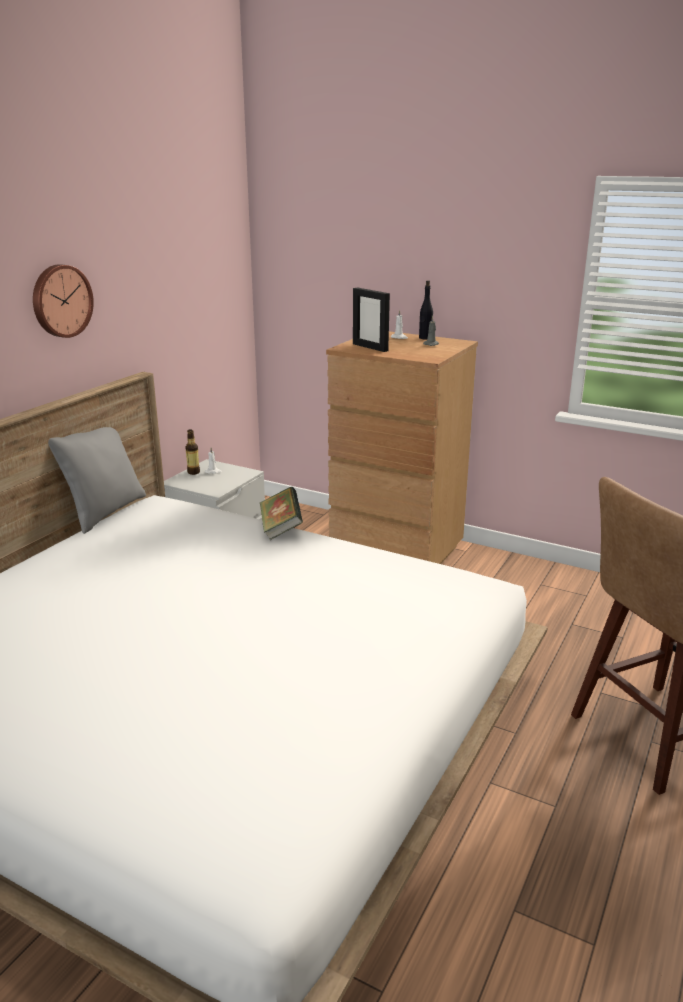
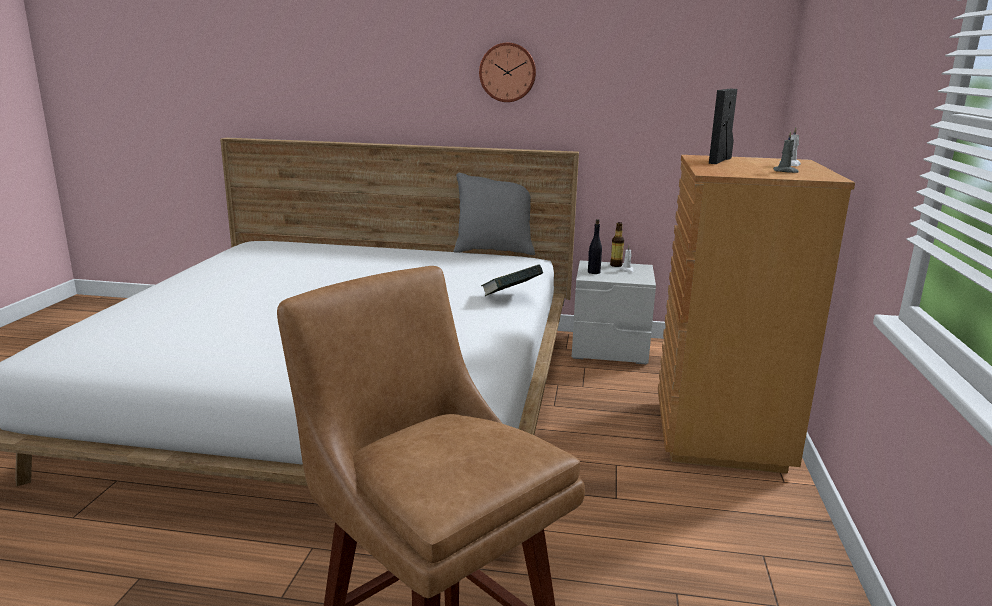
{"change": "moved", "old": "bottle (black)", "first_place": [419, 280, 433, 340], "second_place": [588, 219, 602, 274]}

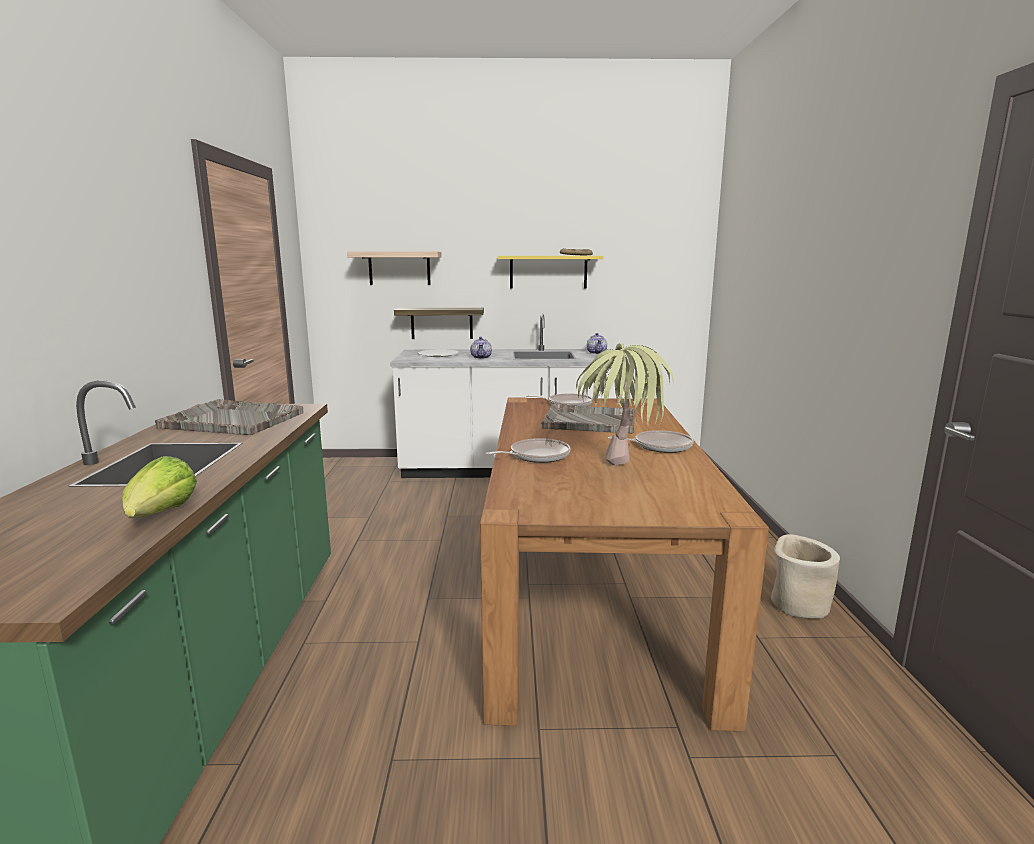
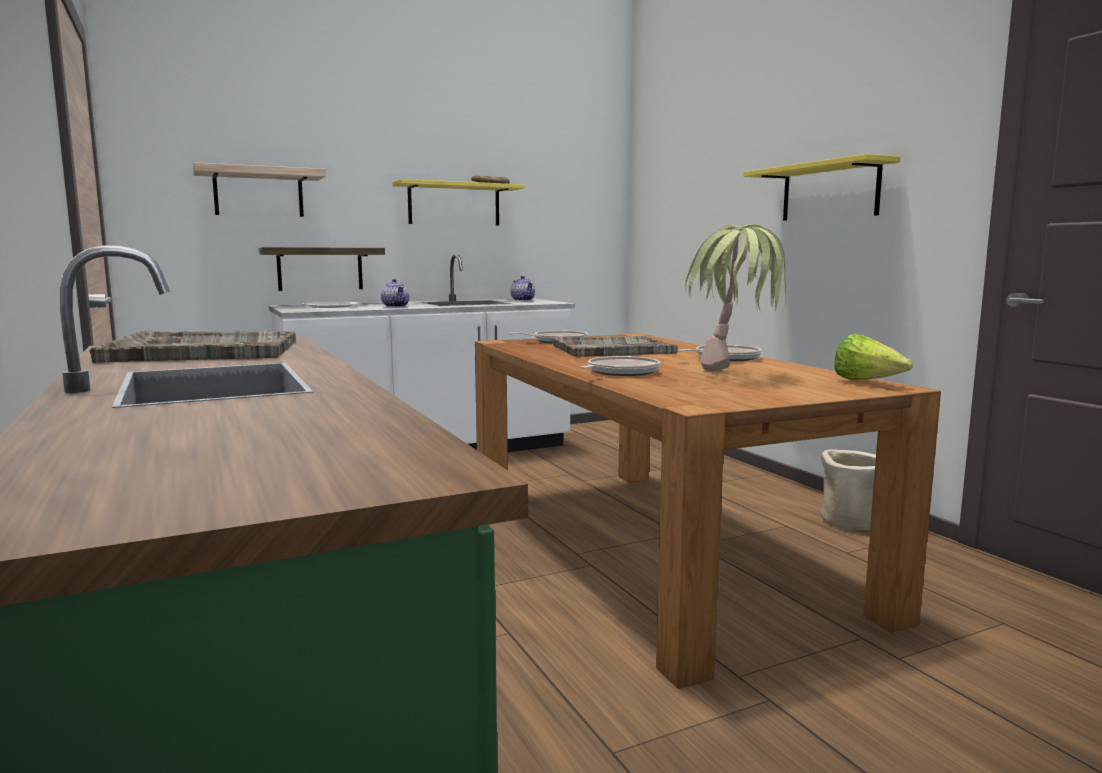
{"change": "added", "new": "shelf (yellow)", "second_place": [743, 154, 900, 221]}
{"change": "moved", "old": "lettuce", "first_place": [122, 456, 197, 518], "second_place": [834, 334, 913, 380]}

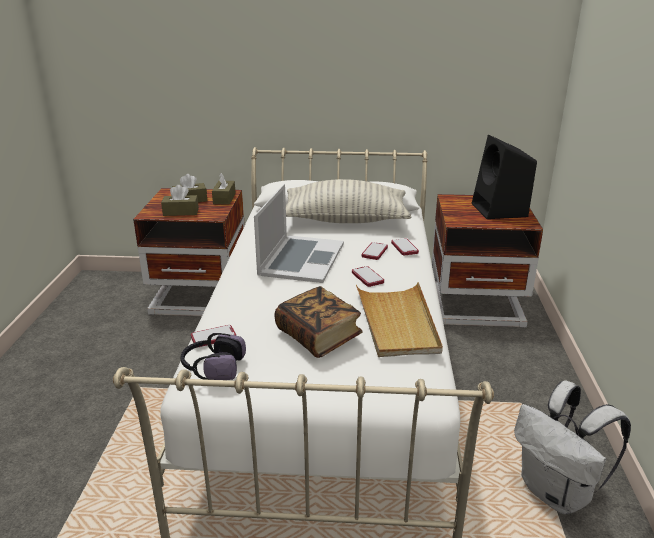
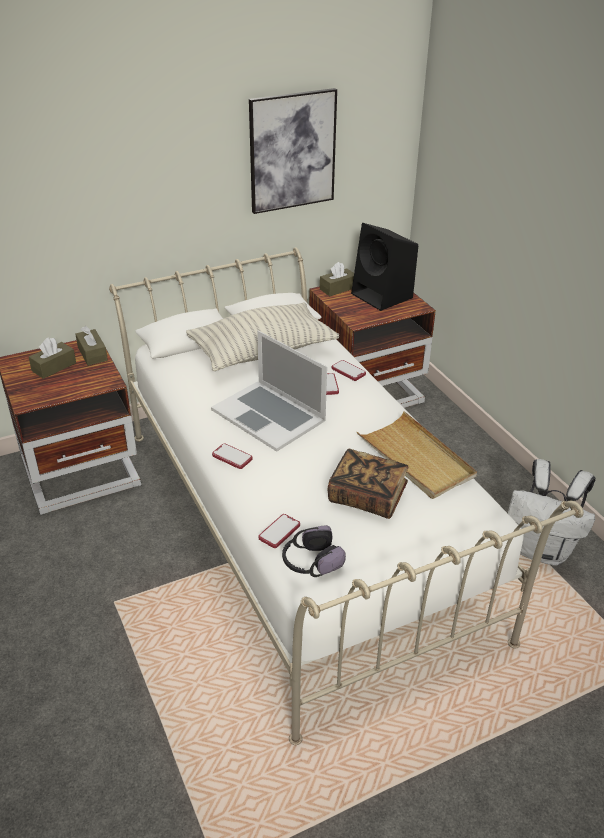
{"change": "turned", "old": "laptop", "first_place": [254, 184, 344, 283], "second_place": [211, 331, 327, 452], "degrees": 150}
{"change": "moved", "old": "phone", "first_place": [352, 266, 384, 287], "second_place": [212, 443, 252, 469]}
{"change": "added", "new": "picture", "second_place": [249, 88, 337, 214]}
{"change": "moved", "old": "tissue box (brown)", "first_place": [161, 185, 199, 216], "second_place": [320, 262, 354, 296]}

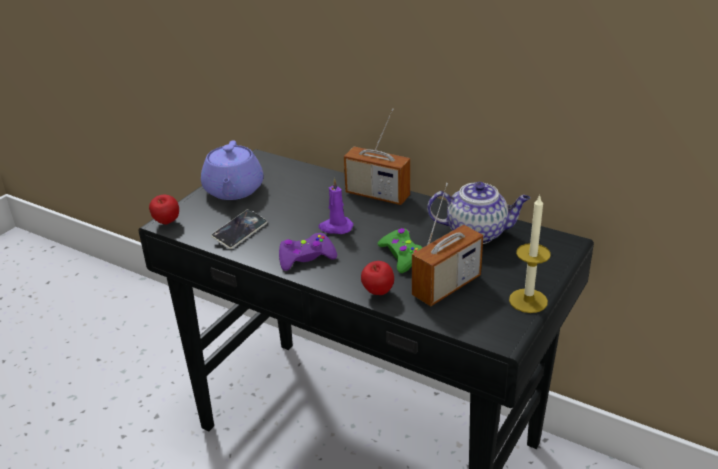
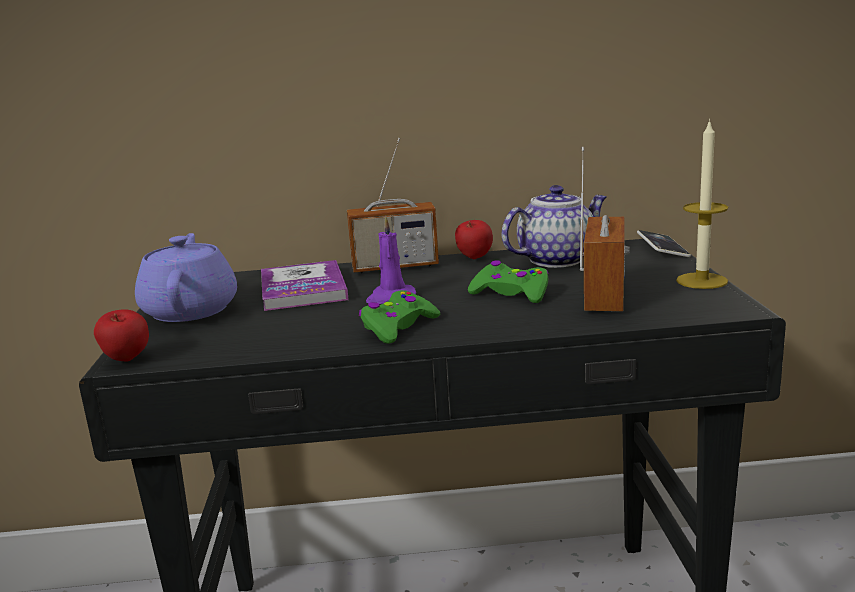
{"change": "turned", "old": "teapot (purple)", "first_place": [201, 141, 264, 200], "second_place": [135, 233, 237, 322], "degrees": -150}
{"change": "added", "new": "book", "second_place": [261, 260, 349, 311]}
{"change": "recoloured", "old": "game controller (purple)", "new": "game controller (green)", "first_place": [279, 233, 337, 271], "second_place": [359, 290, 440, 344]}
{"change": "moved", "old": "apple", "first_place": [361, 261, 394, 295], "second_place": [455, 220, 493, 259]}
{"change": "moved", "old": "phone", "first_place": [211, 209, 267, 249], "second_place": [637, 230, 691, 257]}

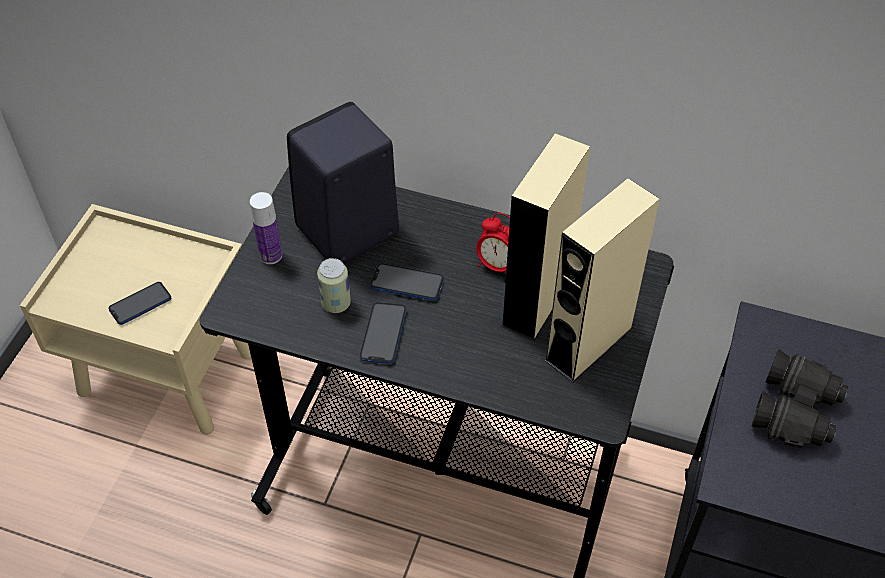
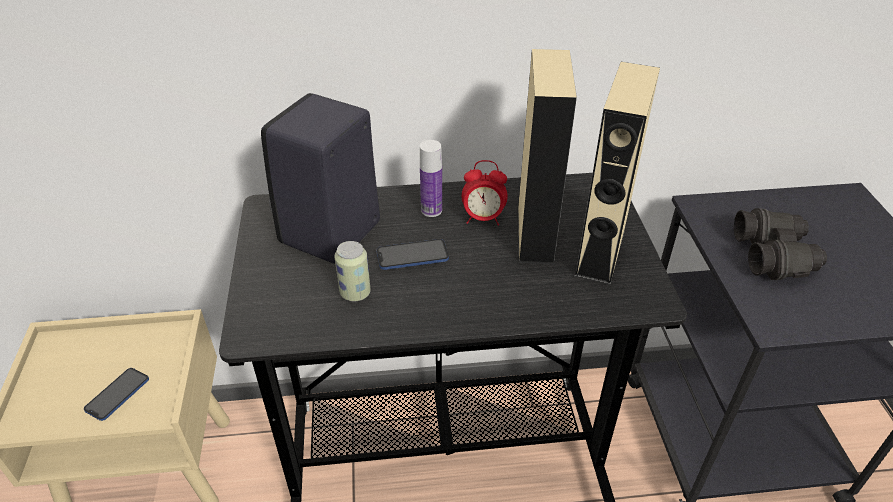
{"change": "moved", "old": "bottle", "first_place": [250, 192, 283, 264], "second_place": [420, 140, 442, 217]}
{"change": "removed", "old": "phone", "first_place": [359, 302, 407, 364]}

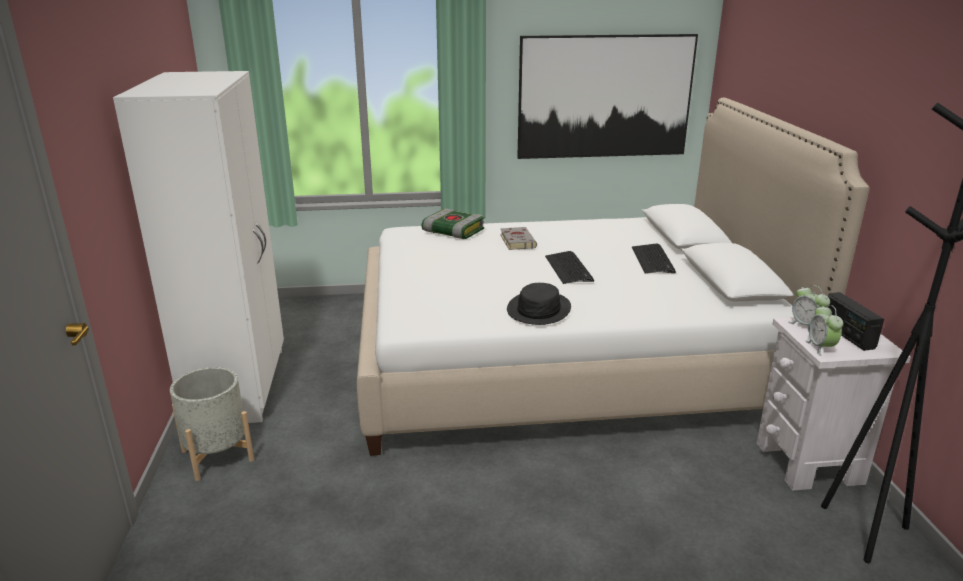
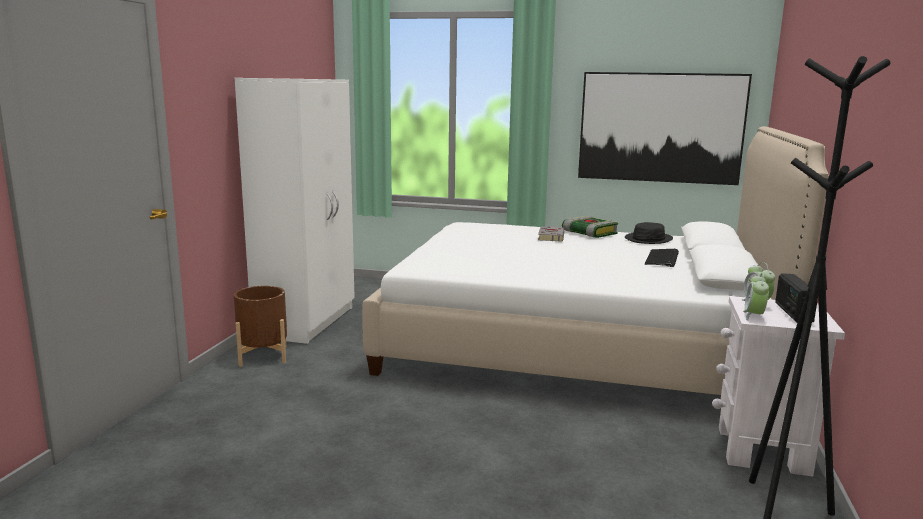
{"change": "recoloured", "old": "planter (grey)", "new": "planter (brown)", "first_place": [170, 367, 254, 481], "second_place": [234, 286, 287, 367]}
{"change": "moved", "old": "book", "first_place": [421, 208, 484, 239], "second_place": [562, 216, 618, 238]}
{"change": "moved", "old": "hat (black)", "first_place": [507, 283, 571, 325], "second_place": [625, 222, 673, 244]}
{"change": "removed", "old": "keyboard", "first_place": [545, 251, 594, 284]}

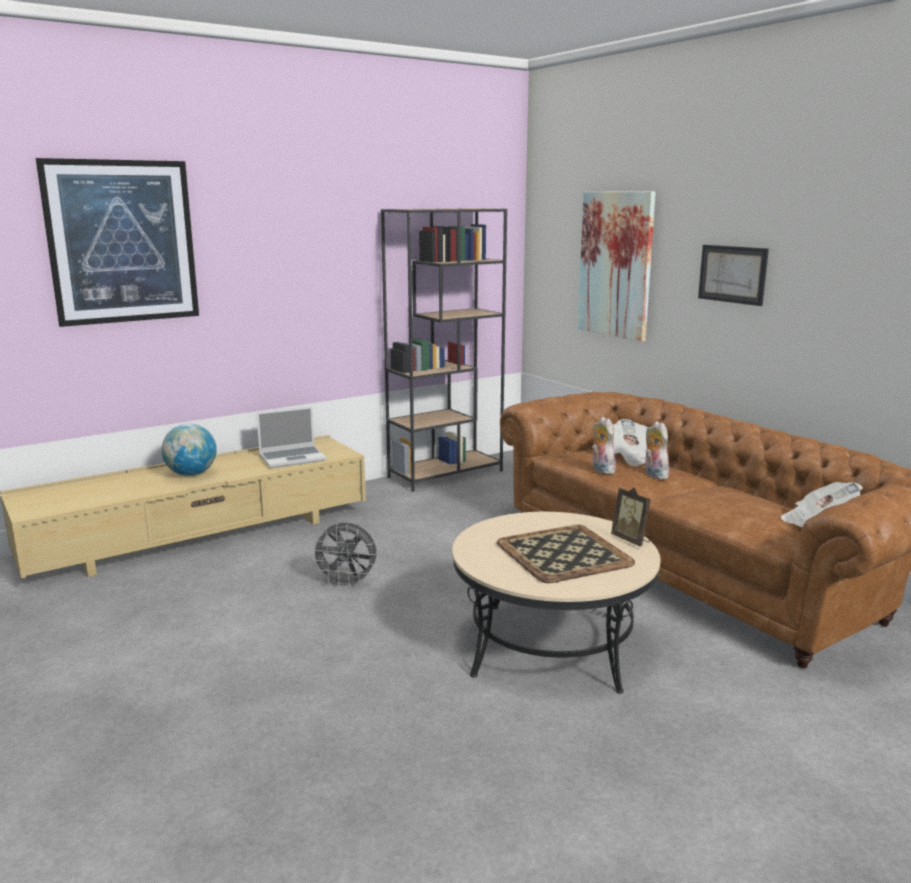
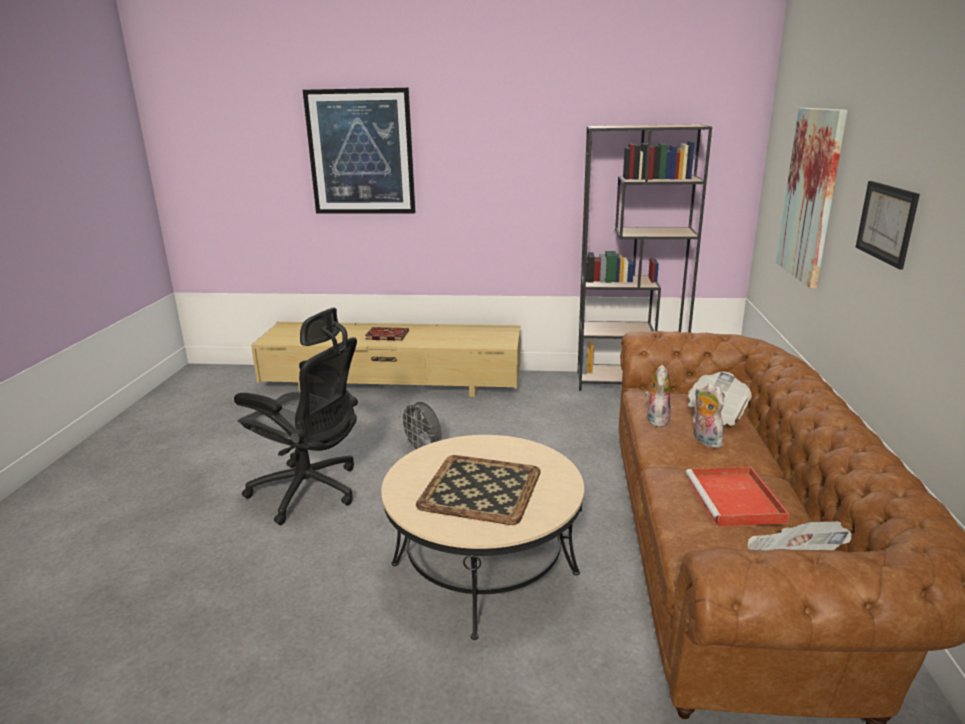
{"change": "added", "new": "office chair", "second_place": [234, 307, 358, 525]}
{"change": "replaced", "old": "globe", "new": "book", "first_place": [162, 424, 217, 476], "second_place": [365, 327, 409, 341]}
{"change": "added", "new": "tray (red)", "second_place": [686, 467, 789, 527]}
{"change": "turned", "old": "plush toy", "first_place": [645, 421, 669, 479], "second_place": [694, 383, 724, 448], "degrees": -45}
{"change": "removed", "old": "laptop", "first_place": [256, 406, 327, 468]}
{"change": "removed", "old": "picture frame", "first_place": [611, 487, 650, 546]}

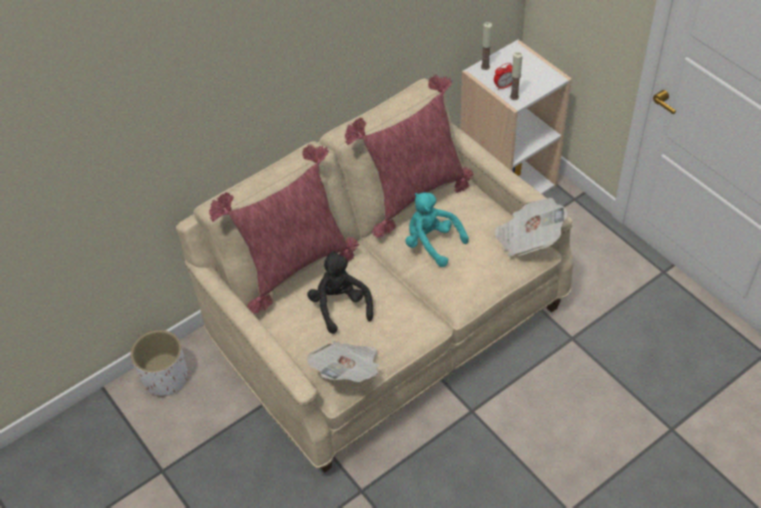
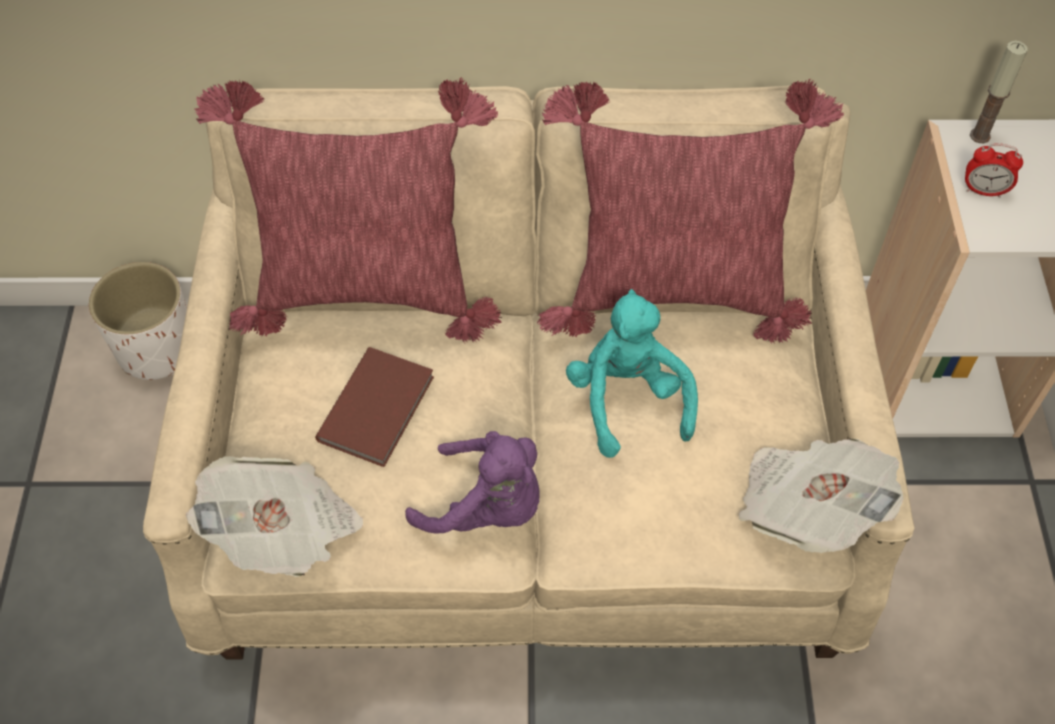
{"change": "replaced", "old": "plush toy (black)", "new": "book (brown)", "first_place": [307, 251, 373, 334], "second_place": [315, 347, 434, 467]}
{"change": "added", "new": "plush toy (purple)", "second_place": [405, 431, 540, 534]}
{"change": "removed", "old": "candle", "first_place": [510, 52, 523, 100]}

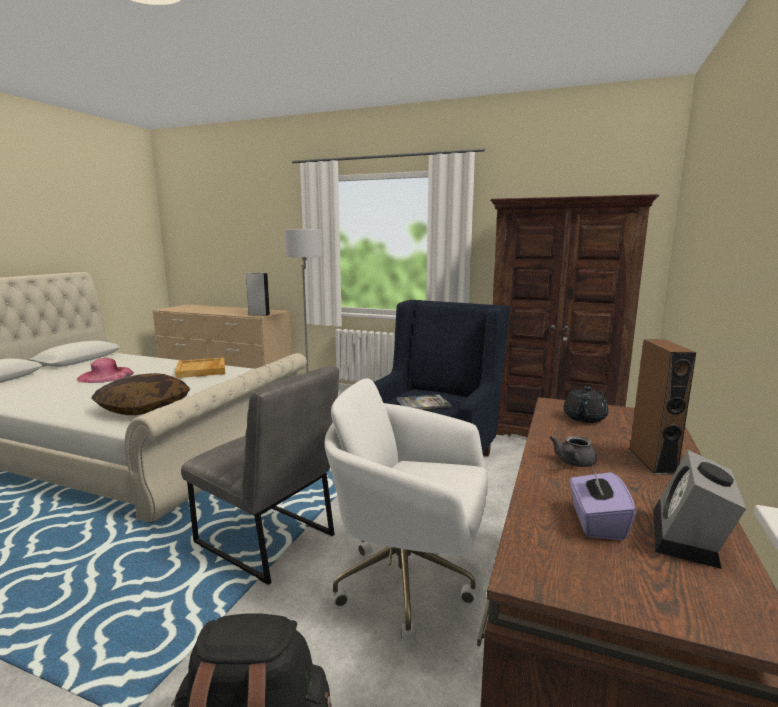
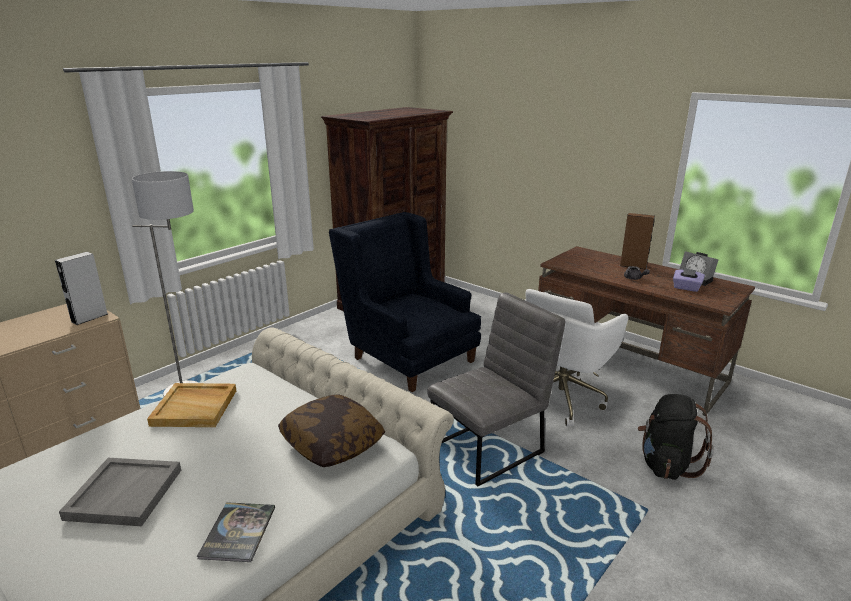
{"change": "replaced", "old": "hat (pink)", "new": "tray (grey)", "first_place": [77, 358, 134, 383], "second_place": [59, 458, 181, 526]}
{"change": "moved", "old": "book", "first_place": [397, 395, 452, 410], "second_place": [197, 502, 275, 562]}
{"change": "removed", "old": "teapot (black)", "first_place": [563, 386, 609, 423]}

